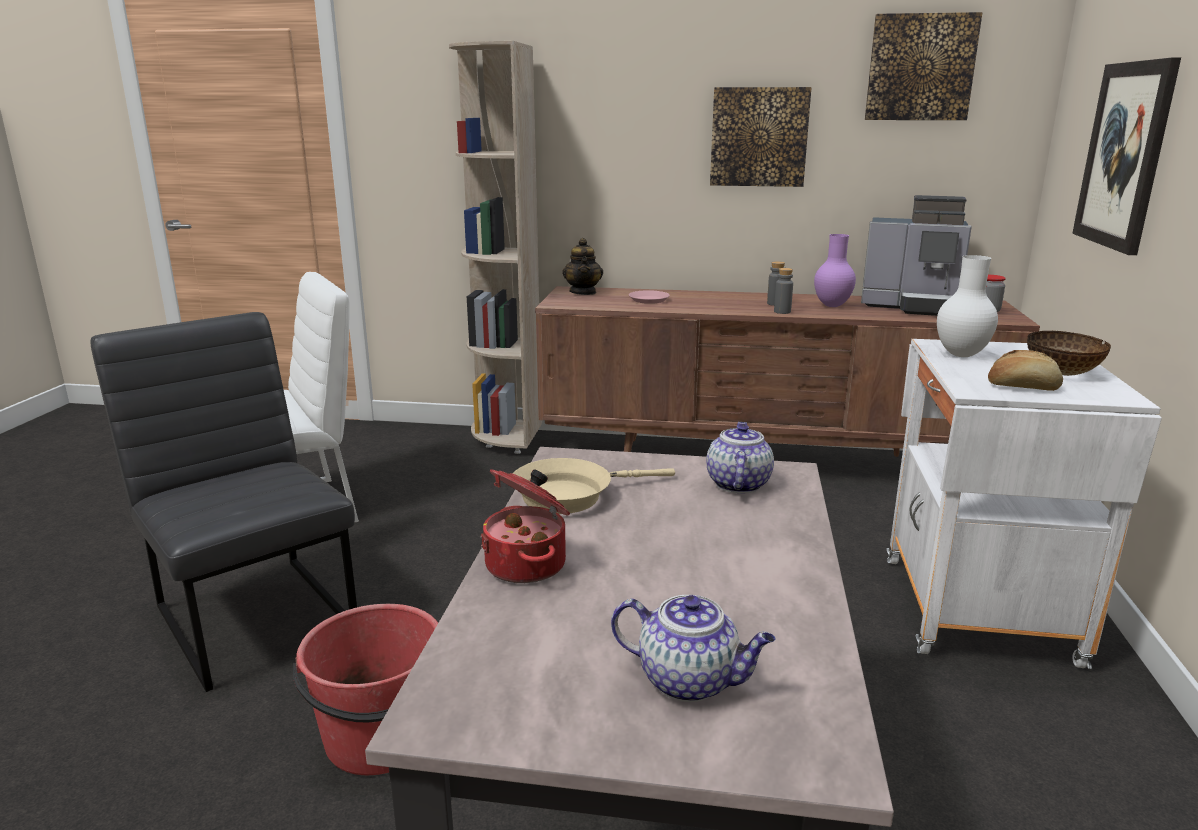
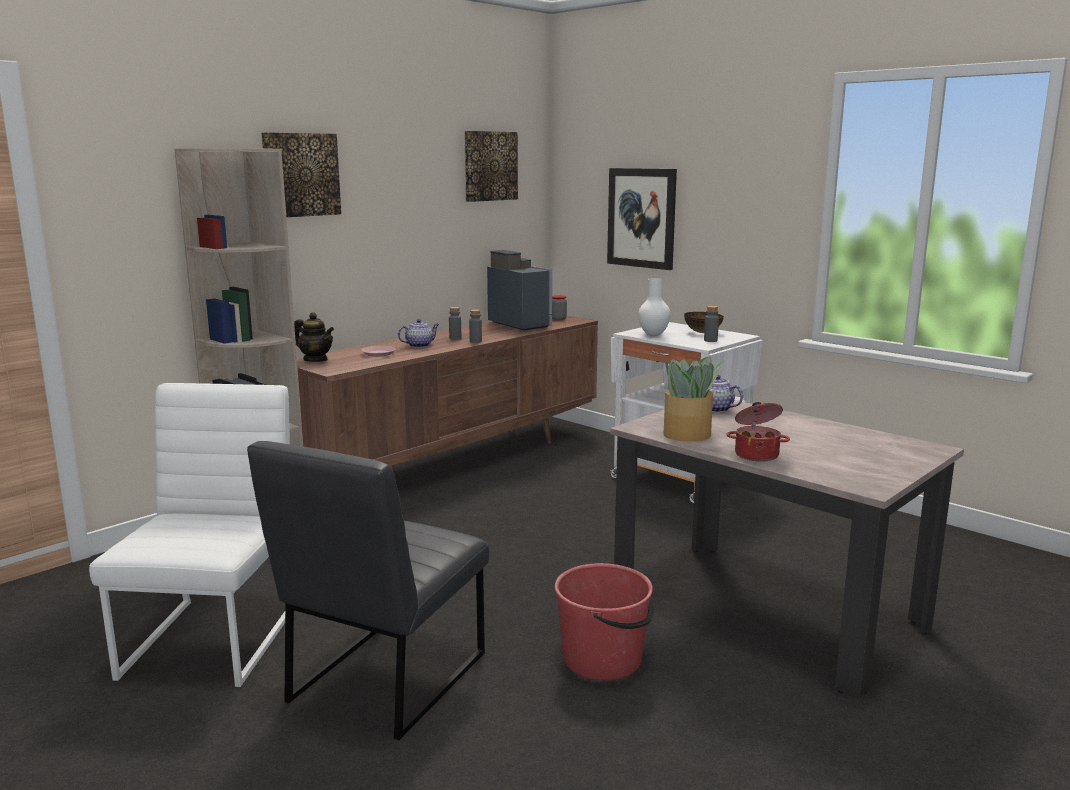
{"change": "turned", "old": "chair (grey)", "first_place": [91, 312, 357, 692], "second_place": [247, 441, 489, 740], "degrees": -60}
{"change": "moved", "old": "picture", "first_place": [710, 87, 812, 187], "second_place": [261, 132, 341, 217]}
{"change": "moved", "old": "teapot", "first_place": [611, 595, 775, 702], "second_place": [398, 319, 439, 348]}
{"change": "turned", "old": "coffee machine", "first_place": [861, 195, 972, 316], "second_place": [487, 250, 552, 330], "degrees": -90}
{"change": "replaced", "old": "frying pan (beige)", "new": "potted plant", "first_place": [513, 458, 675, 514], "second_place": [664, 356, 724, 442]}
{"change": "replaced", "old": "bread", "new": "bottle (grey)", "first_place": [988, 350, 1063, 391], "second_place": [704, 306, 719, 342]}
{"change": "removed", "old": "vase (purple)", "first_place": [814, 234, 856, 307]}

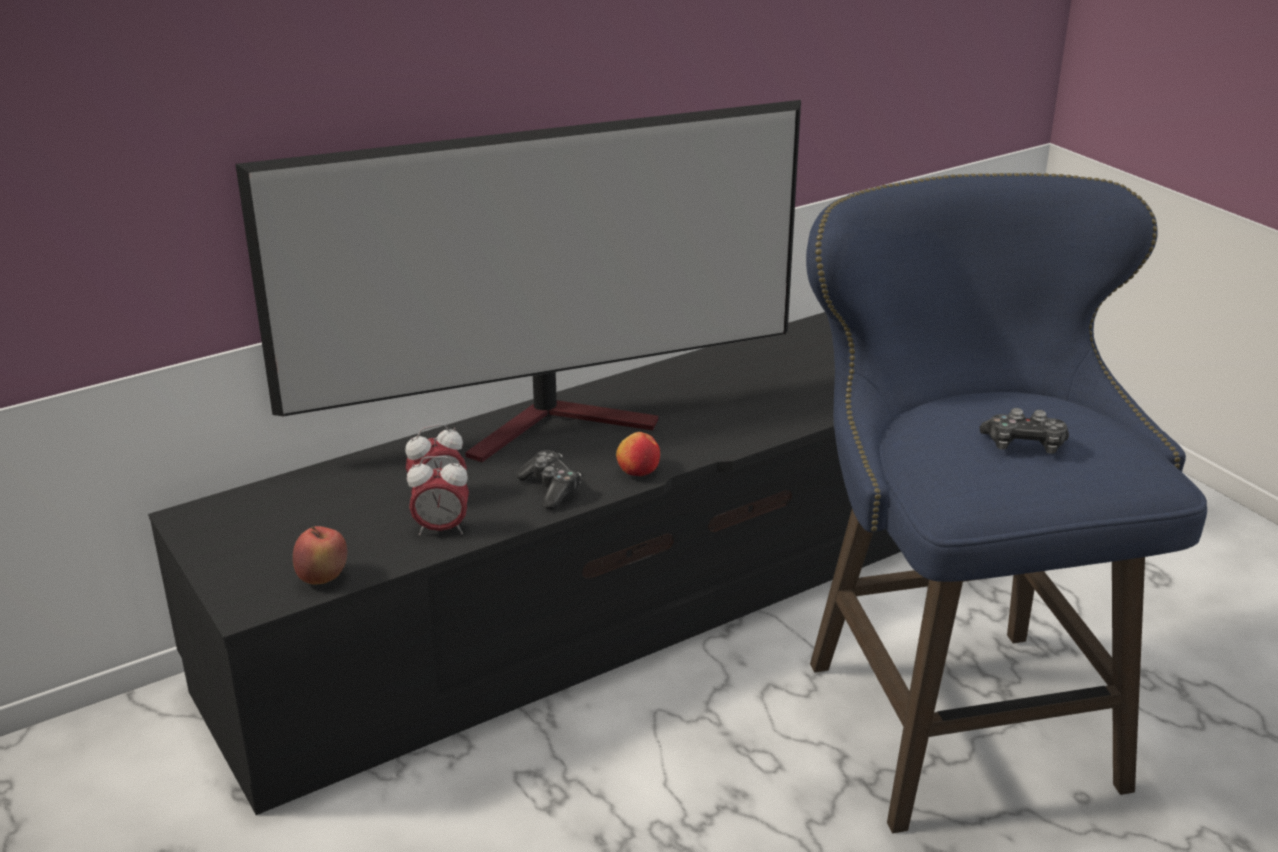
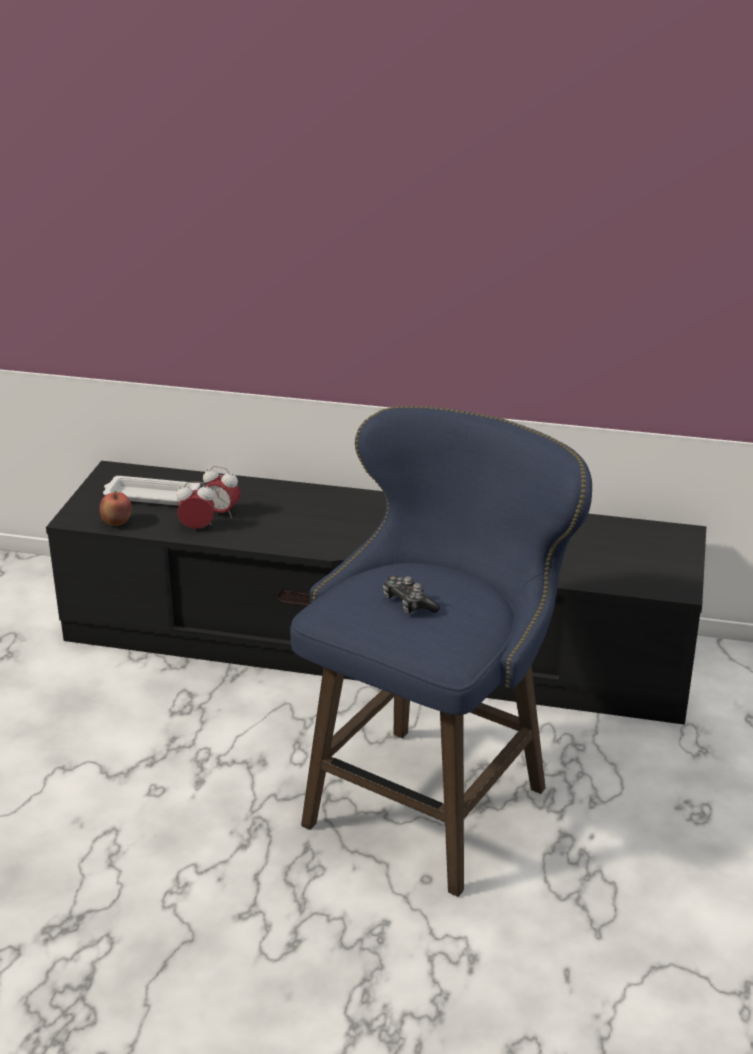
{"change": "added", "new": "tray (white)", "second_place": [103, 476, 200, 506]}
{"change": "turned", "old": "alarm clock", "first_place": [407, 456, 469, 535], "second_place": [176, 482, 214, 529], "degrees": 135}
{"change": "removed", "old": "television", "first_place": [235, 100, 801, 462]}
{"change": "removed", "old": "game controller", "first_place": [516, 450, 581, 510]}
{"change": "removed", "old": "apple", "first_place": [616, 432, 660, 476]}

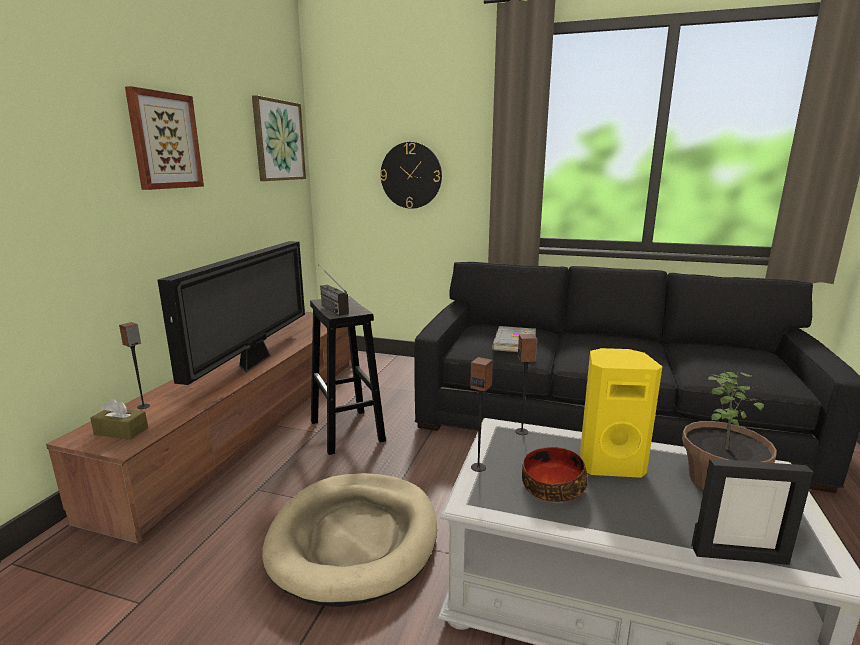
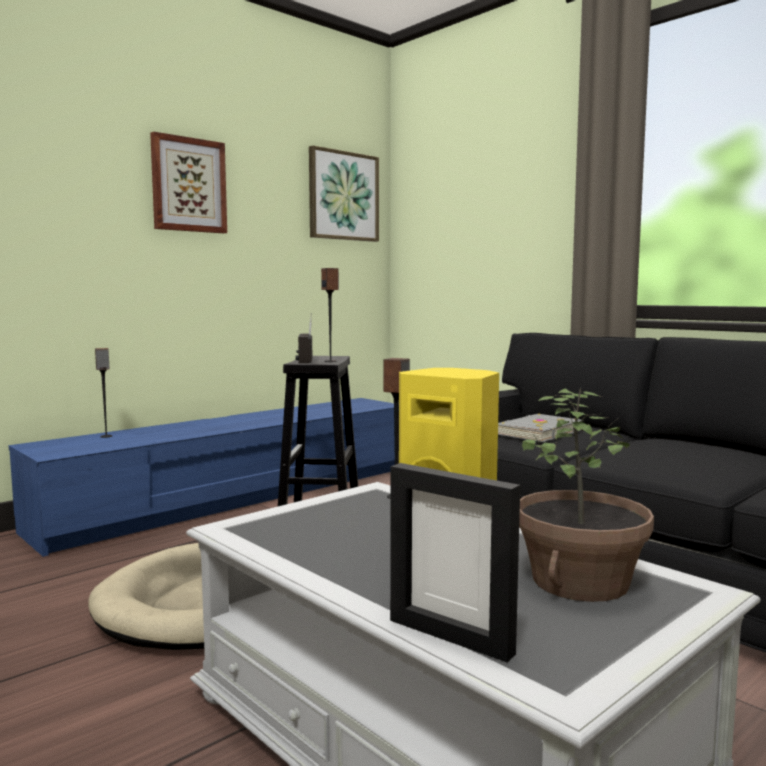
{"change": "recoloured", "old": "tv stand (brown)", "new": "tv stand (blue)", "first_place": [46, 312, 352, 543], "second_place": [9, 398, 395, 557]}
{"change": "moved", "old": "speaker", "first_place": [470, 357, 493, 472], "second_place": [321, 268, 339, 362]}
{"change": "removed", "old": "tissue box (brown)", "first_place": [90, 398, 148, 440]}
{"change": "removed", "old": "television", "first_place": [158, 241, 305, 385]}
{"change": "removed", "old": "wall clock", "first_place": [380, 142, 442, 209]}
{"change": "removed", "old": "bowl", "first_place": [522, 447, 588, 502]}

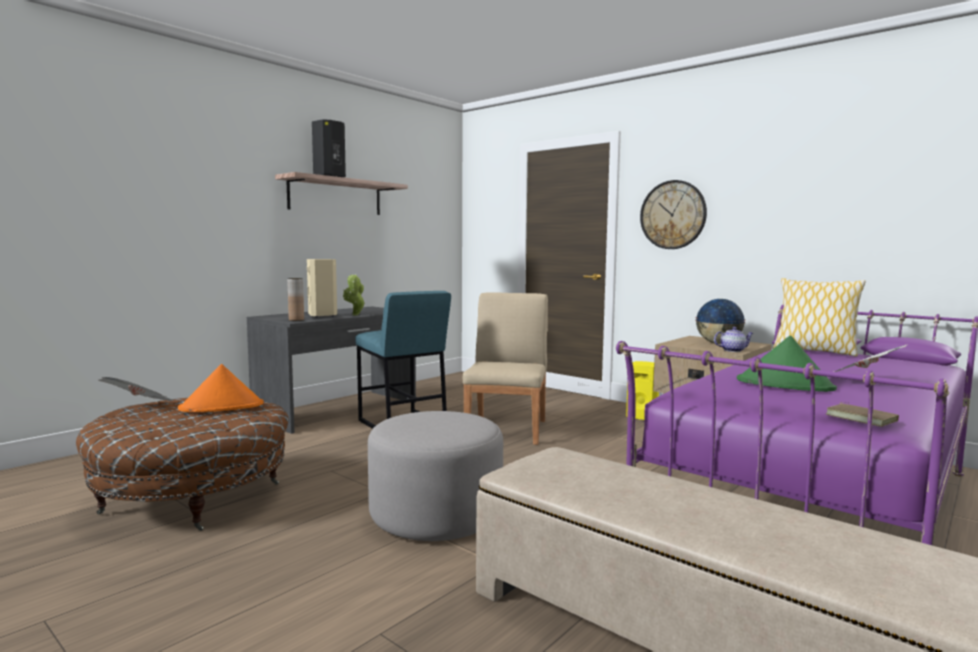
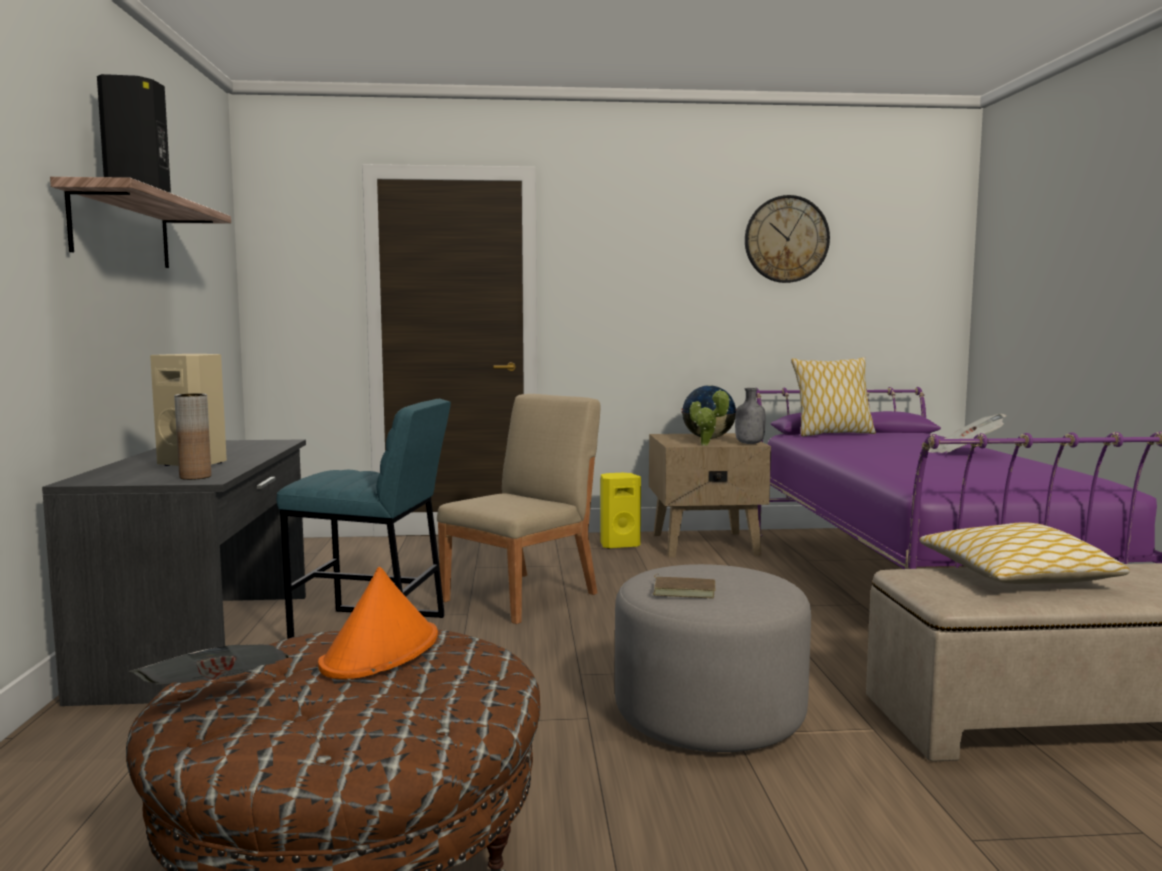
{"change": "turned", "old": "chair (beige)", "first_place": [463, 292, 548, 445], "second_place": [437, 394, 601, 624], "degrees": 75}
{"change": "moved", "old": "book (brown)", "first_place": [825, 402, 899, 427], "second_place": [653, 574, 715, 598]}
{"change": "moved", "old": "potted plant", "first_place": [343, 274, 365, 315], "second_place": [690, 389, 730, 446]}
{"change": "replaced", "old": "teapot", "new": "bottle (grey)", "first_place": [714, 327, 753, 352], "second_place": [735, 388, 766, 444]}
{"change": "moved", "old": "wall clock", "first_place": [640, 180, 707, 249], "second_place": [745, 195, 830, 283]}
{"change": "added", "new": "pillow", "second_place": [919, 522, 1130, 584]}
{"change": "removed", "old": "hat (green)", "first_place": [737, 336, 837, 392]}

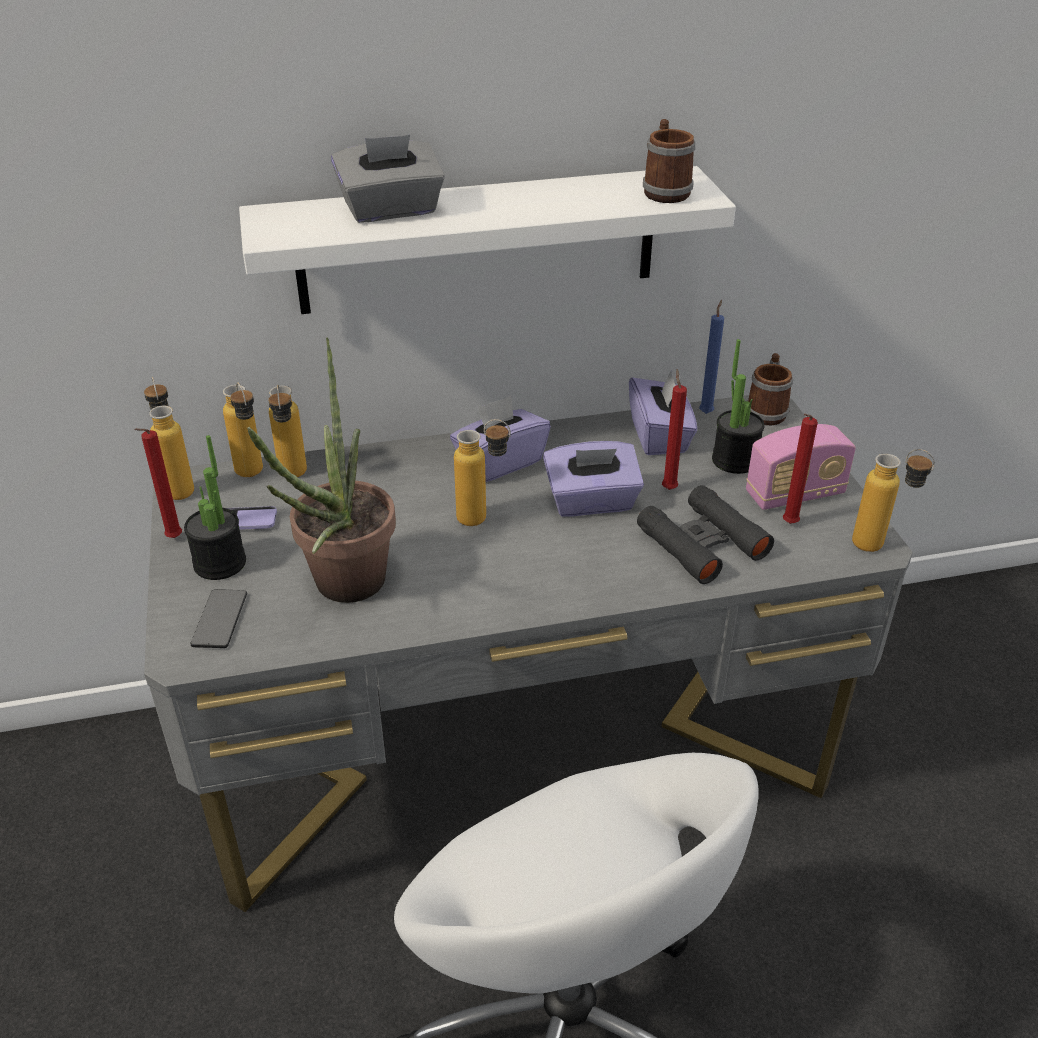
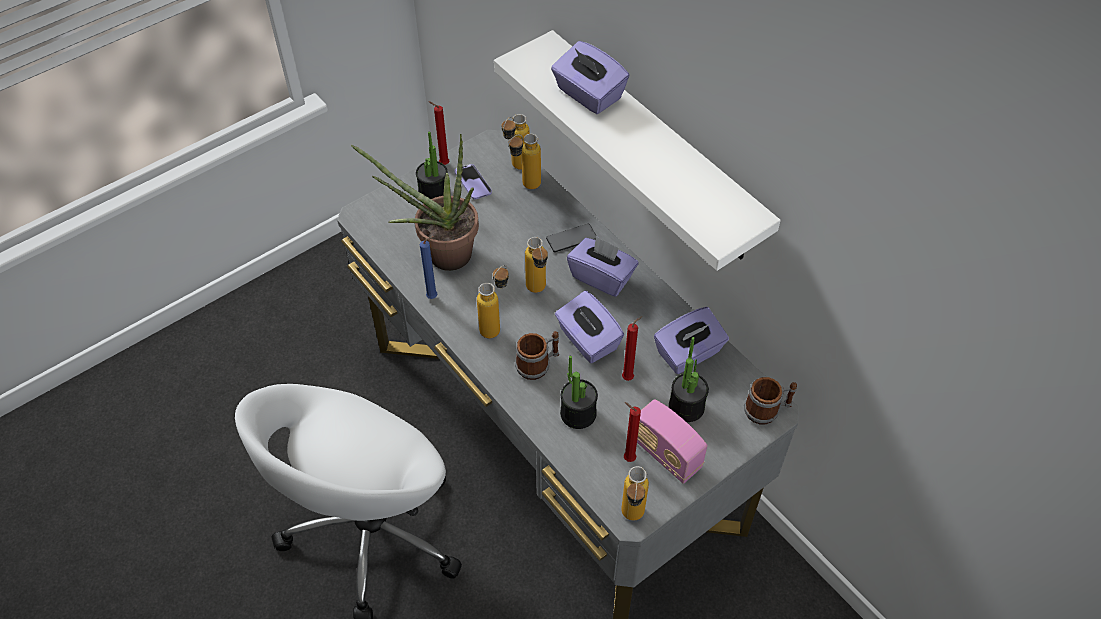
{"change": "moved", "old": "candle (blue)", "first_place": [699, 300, 724, 414], "second_place": [420, 236, 437, 299]}
{"change": "moved", "old": "bottle", "first_place": [144, 377, 194, 500], "second_place": [477, 265, 509, 338]}
{"change": "moved", "old": "mug", "first_place": [643, 119, 695, 203], "second_place": [515, 331, 559, 380]}
{"change": "moved", "old": "phone", "first_place": [190, 589, 247, 648], "second_place": [546, 224, 596, 252]}
{"change": "recoloured", "old": "tissue box (grey)", "new": "tissue box (purple)", "first_place": [331, 135, 445, 223], "second_place": [551, 41, 629, 114]}
{"change": "replaced", "old": "binoculars (black)", "new": "potted plant", "first_place": [637, 485, 774, 584], "second_place": [560, 356, 598, 429]}

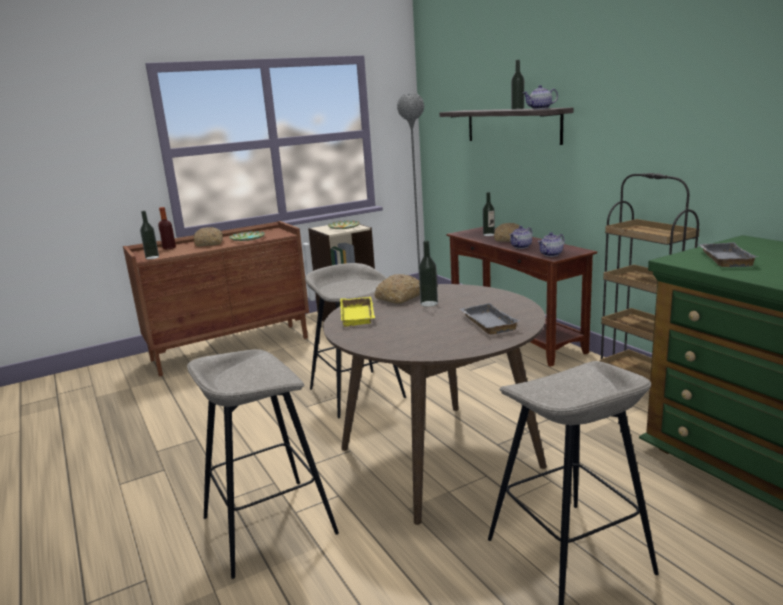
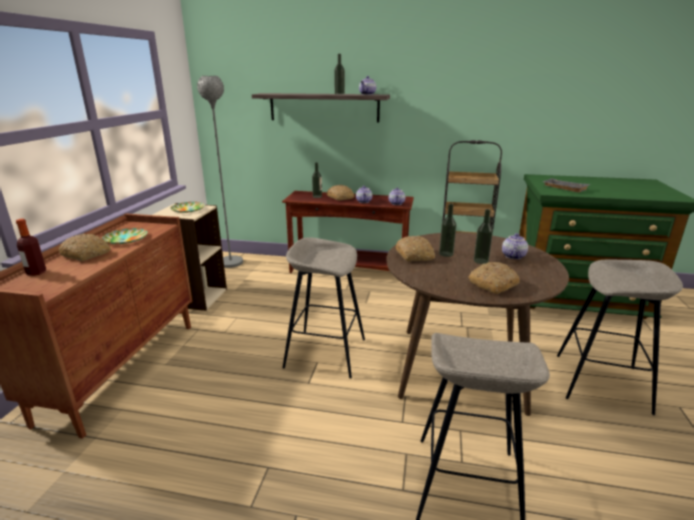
{"change": "added", "new": "bread", "second_place": [469, 262, 520, 294]}
{"change": "moved", "old": "bottle", "first_place": [140, 211, 159, 259], "second_place": [474, 209, 493, 264]}
{"change": "replaced", "old": "tray (grey)", "new": "teapot", "first_place": [460, 303, 520, 335], "second_place": [502, 233, 528, 259]}
{"change": "removed", "old": "tray (yellow)", "first_place": [340, 297, 375, 327]}

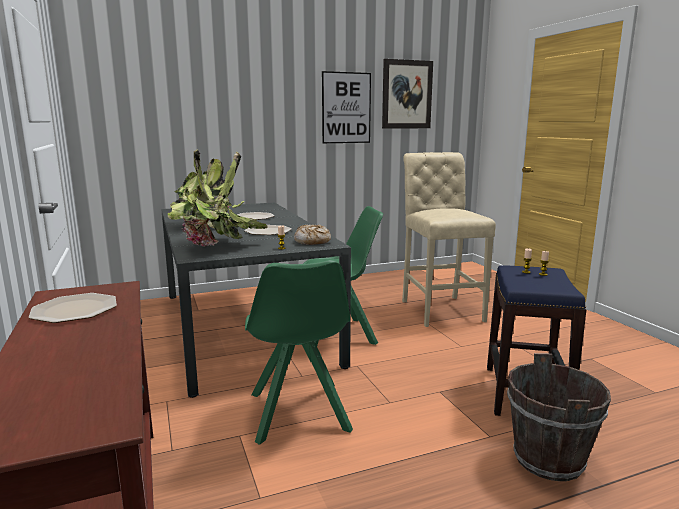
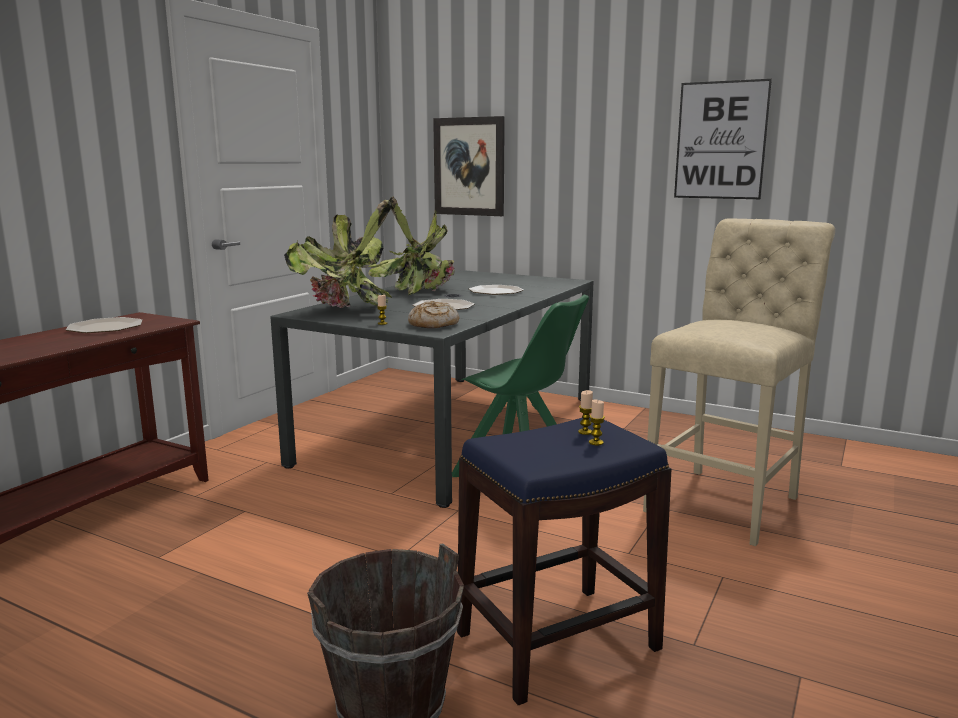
{"change": "moved", "old": "picture", "first_place": [382, 59, 433, 129], "second_place": [433, 116, 505, 216]}
{"change": "removed", "old": "chair (green)", "first_place": [245, 259, 353, 445]}

